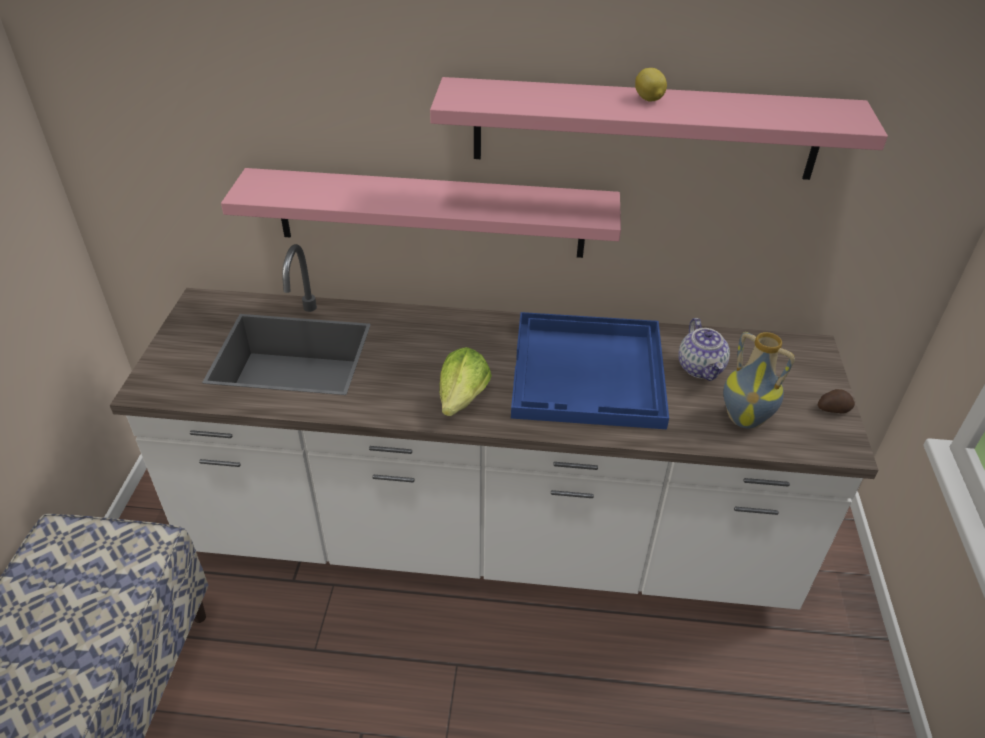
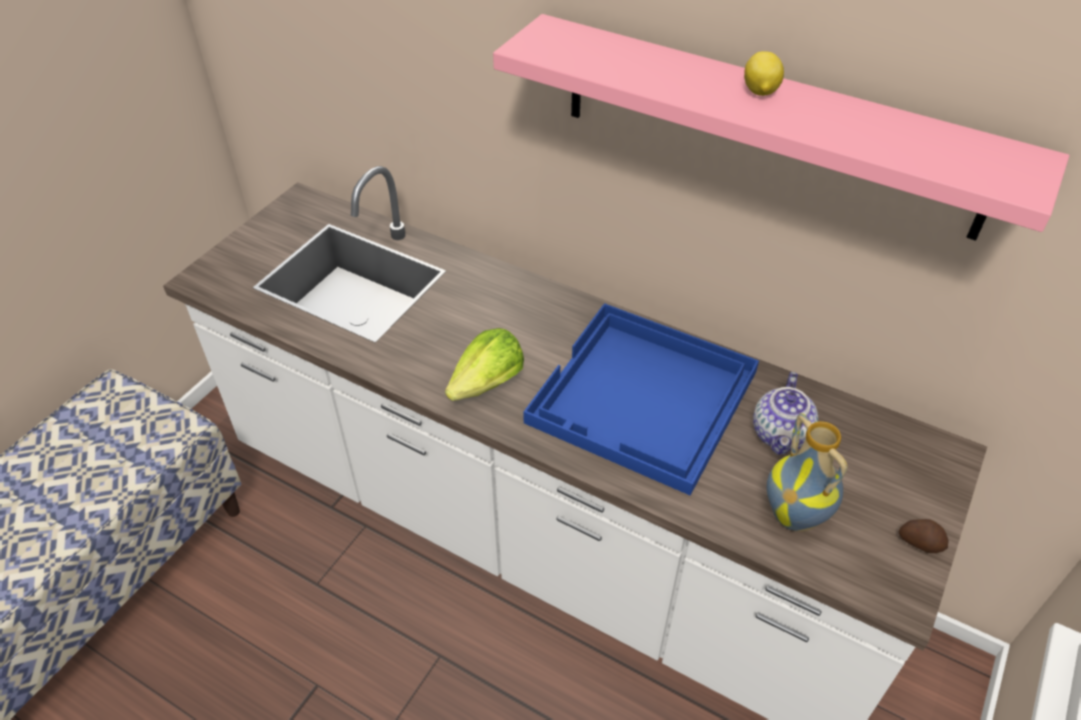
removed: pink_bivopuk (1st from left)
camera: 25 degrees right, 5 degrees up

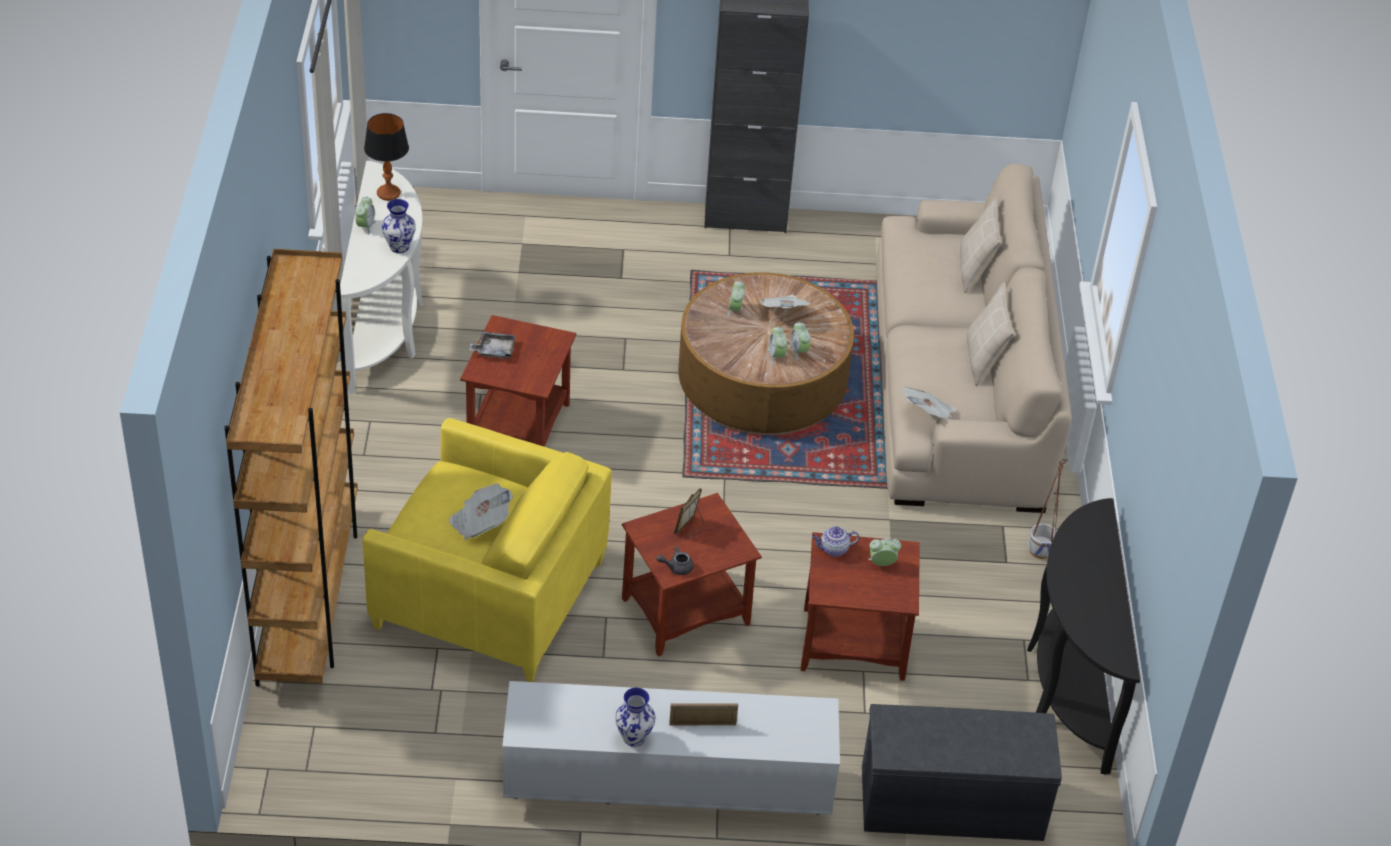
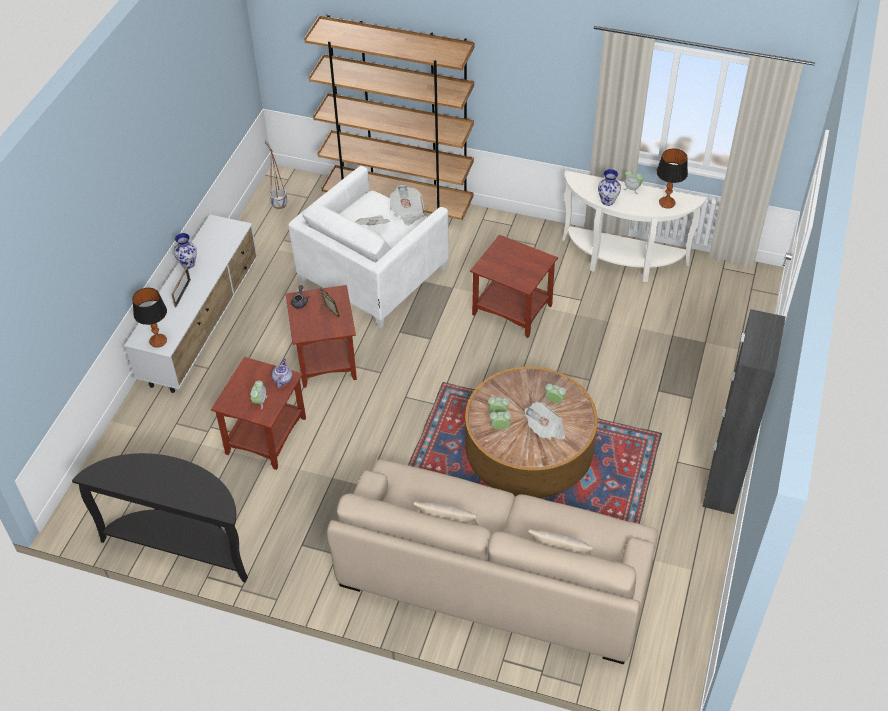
removed: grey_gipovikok; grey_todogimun
added: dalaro (1st from left)
moved: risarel; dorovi (3rd from left in the first image) to dorovi (2nd from left)
recoloured: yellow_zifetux to white_zifetux
camera: 110 degrees right, 5 degrees up

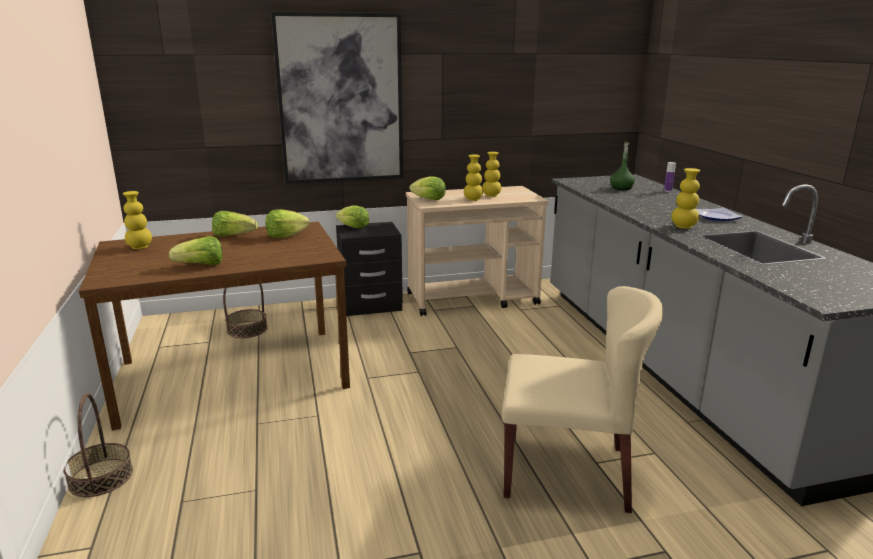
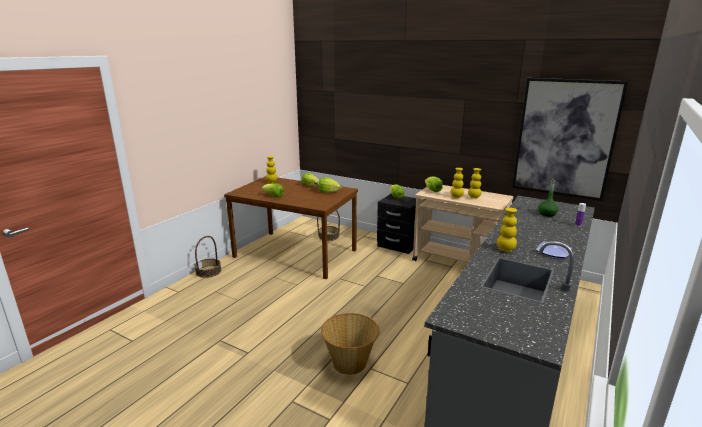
moved: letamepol
replaced: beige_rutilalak to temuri (3rd from left)
camera: 45 degrees right, 0 degrees up

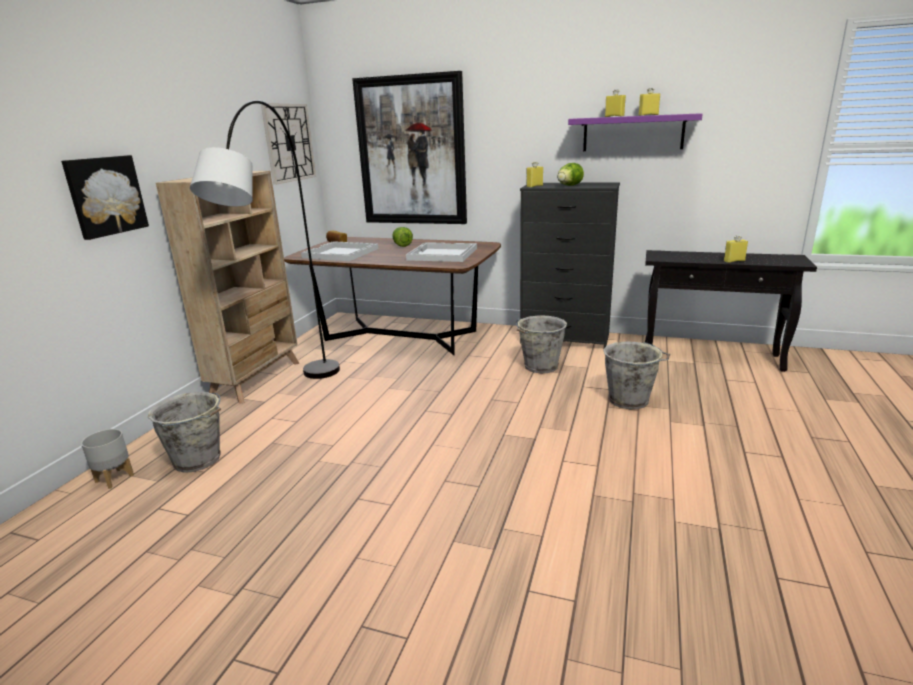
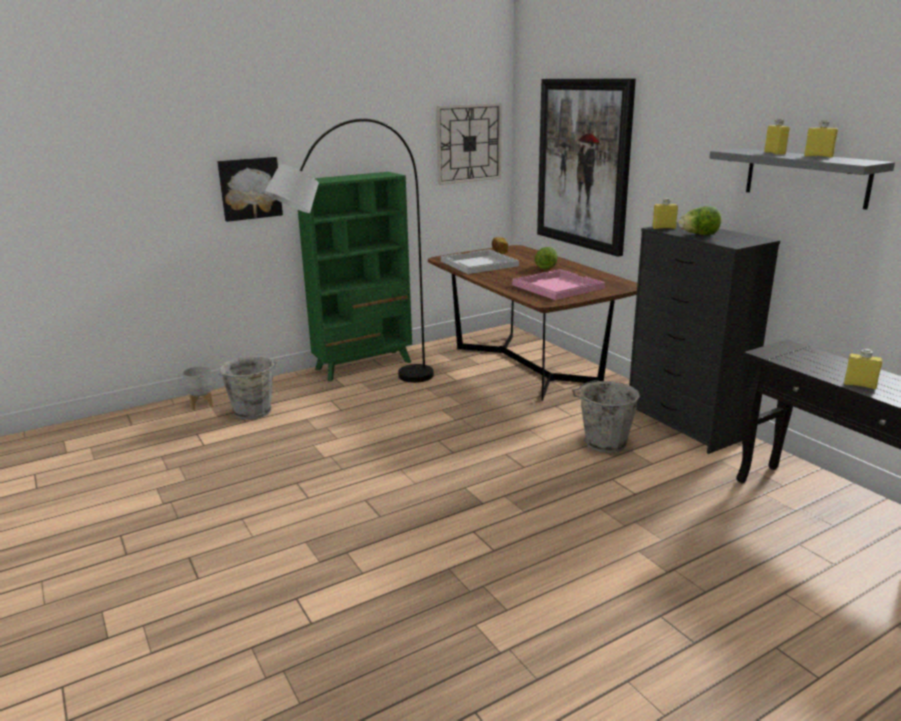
removed: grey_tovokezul (3rd from left)
recoloured: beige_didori to green_didori; white_gipovikok (2nd from left) to pink_gipovikok; purple_bivopuk to grey_bivopuk
camera: 40 degrees right, 0 degrees up

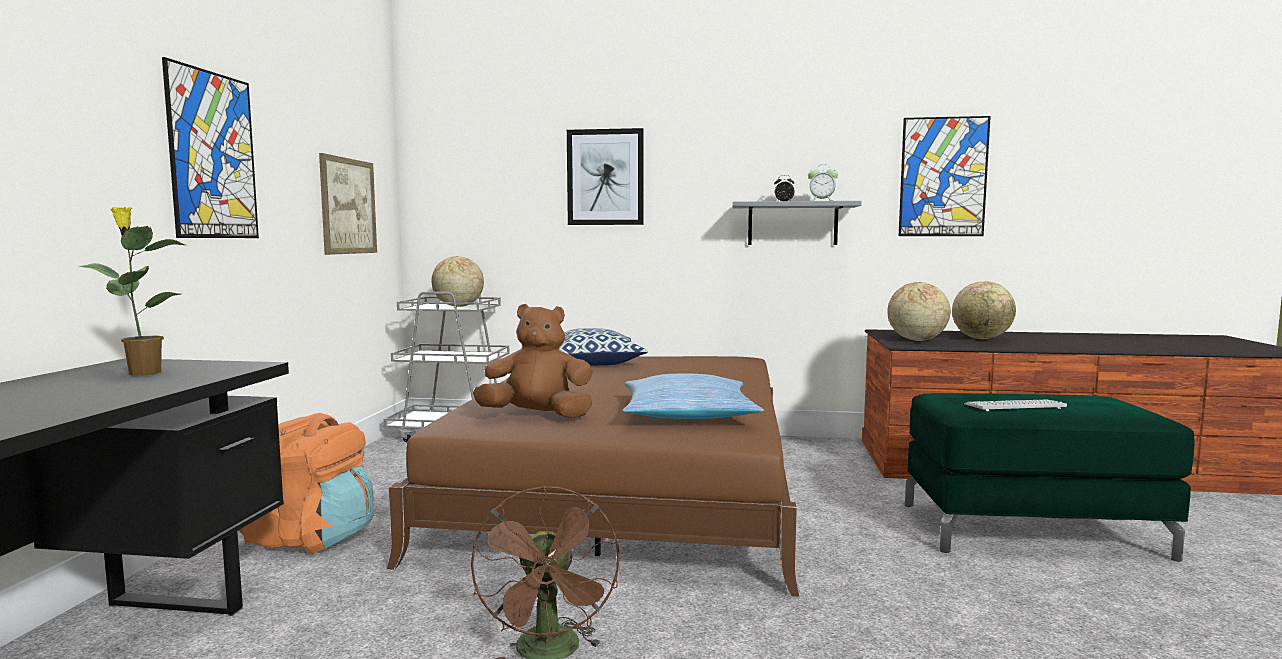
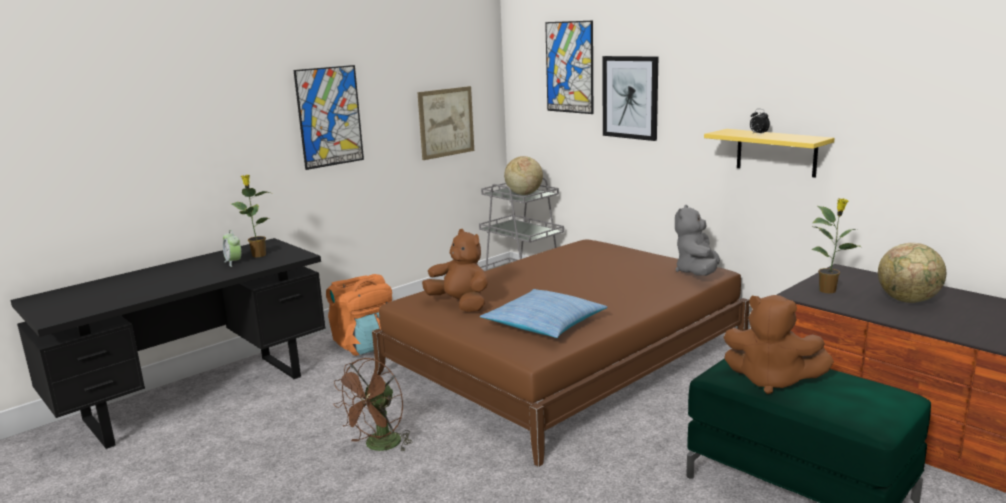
removed: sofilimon (1st from left)
added: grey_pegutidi
moved: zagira (2nd from left in the first image) to zagira (1st from left); letamepol (4th from left in the first image) to letamepol (3rd from left)
replaced: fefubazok to brown_pegutidi (2nd from left); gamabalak (2nd from left) to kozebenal (2nd from left)
recoloured: grey_bivopuk to yellow_bivopuk
camera: 40 degrees right, 10 degrees up

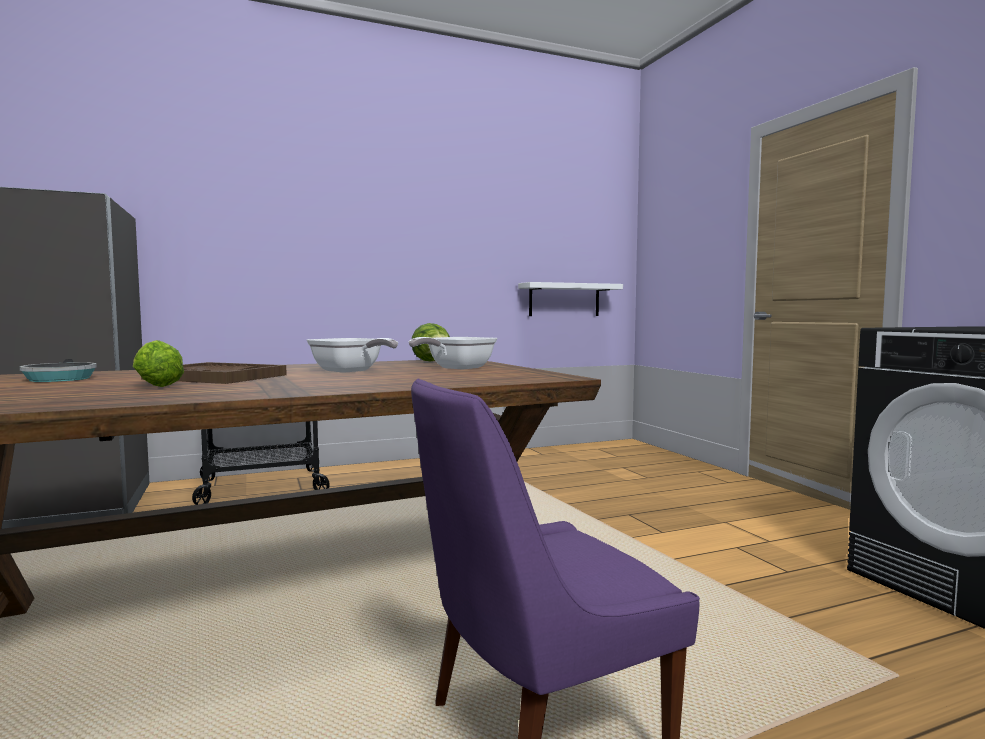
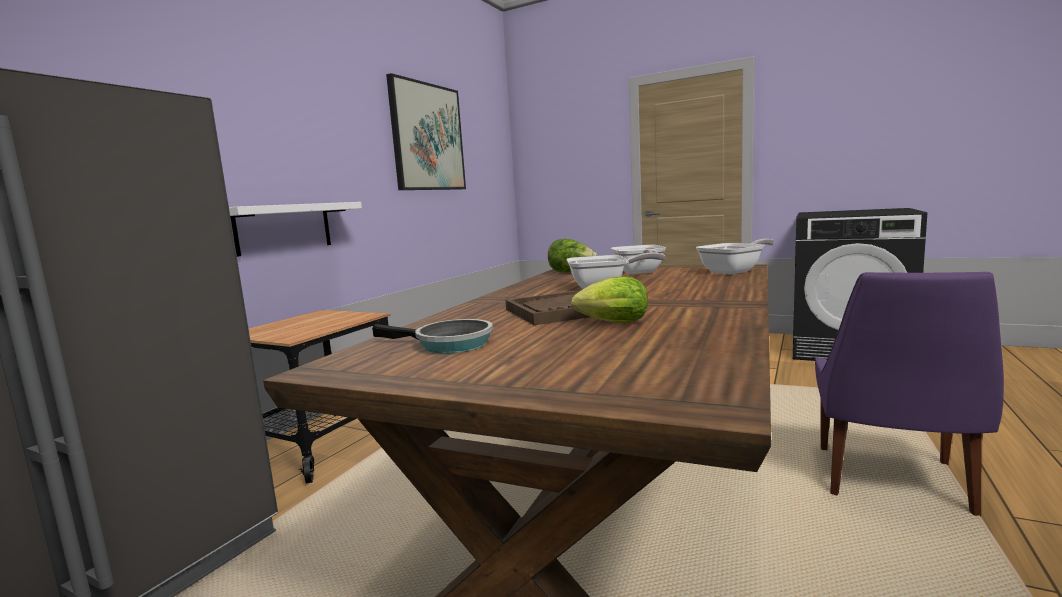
added: letamepol; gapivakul (4th from left)
moved: white_bivopuk
camera: 40 degrees left, 5 degrees up

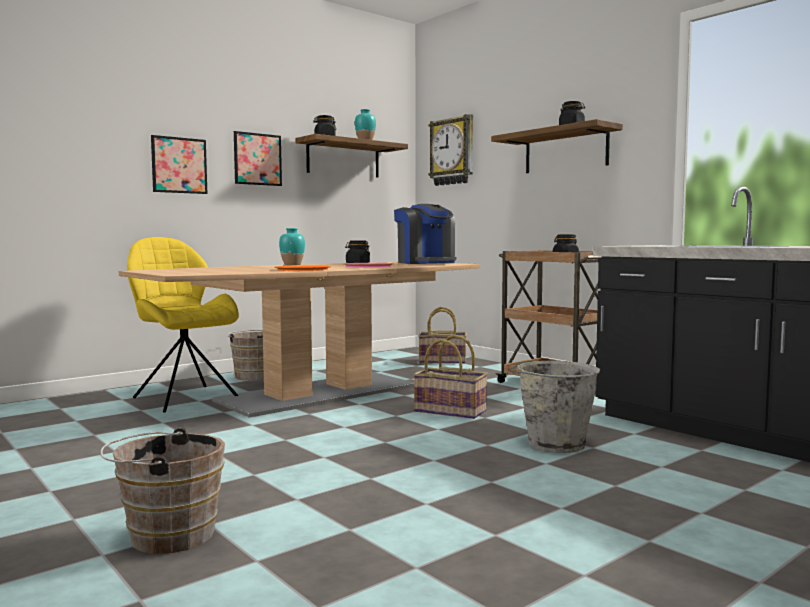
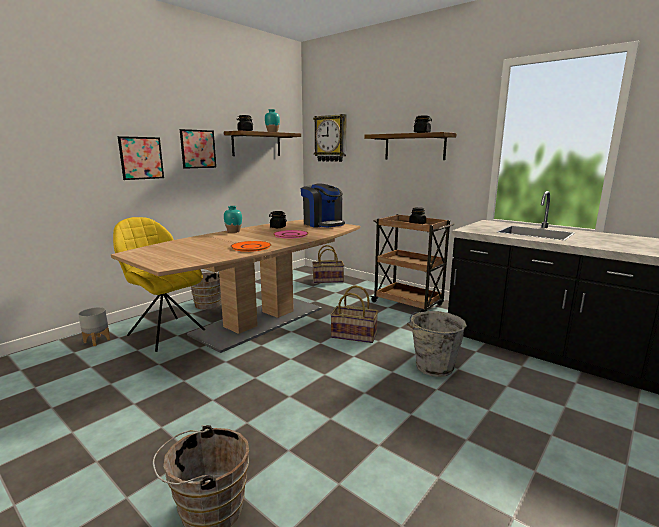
added: grey_risarel
camera: 10 degrees left, 10 degrees up

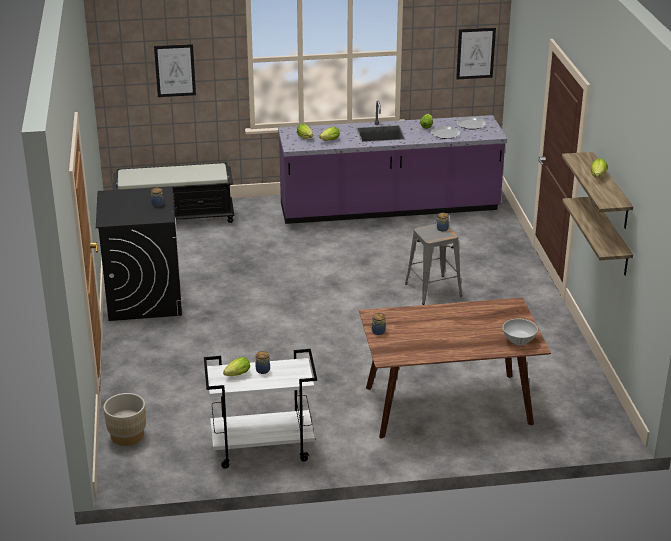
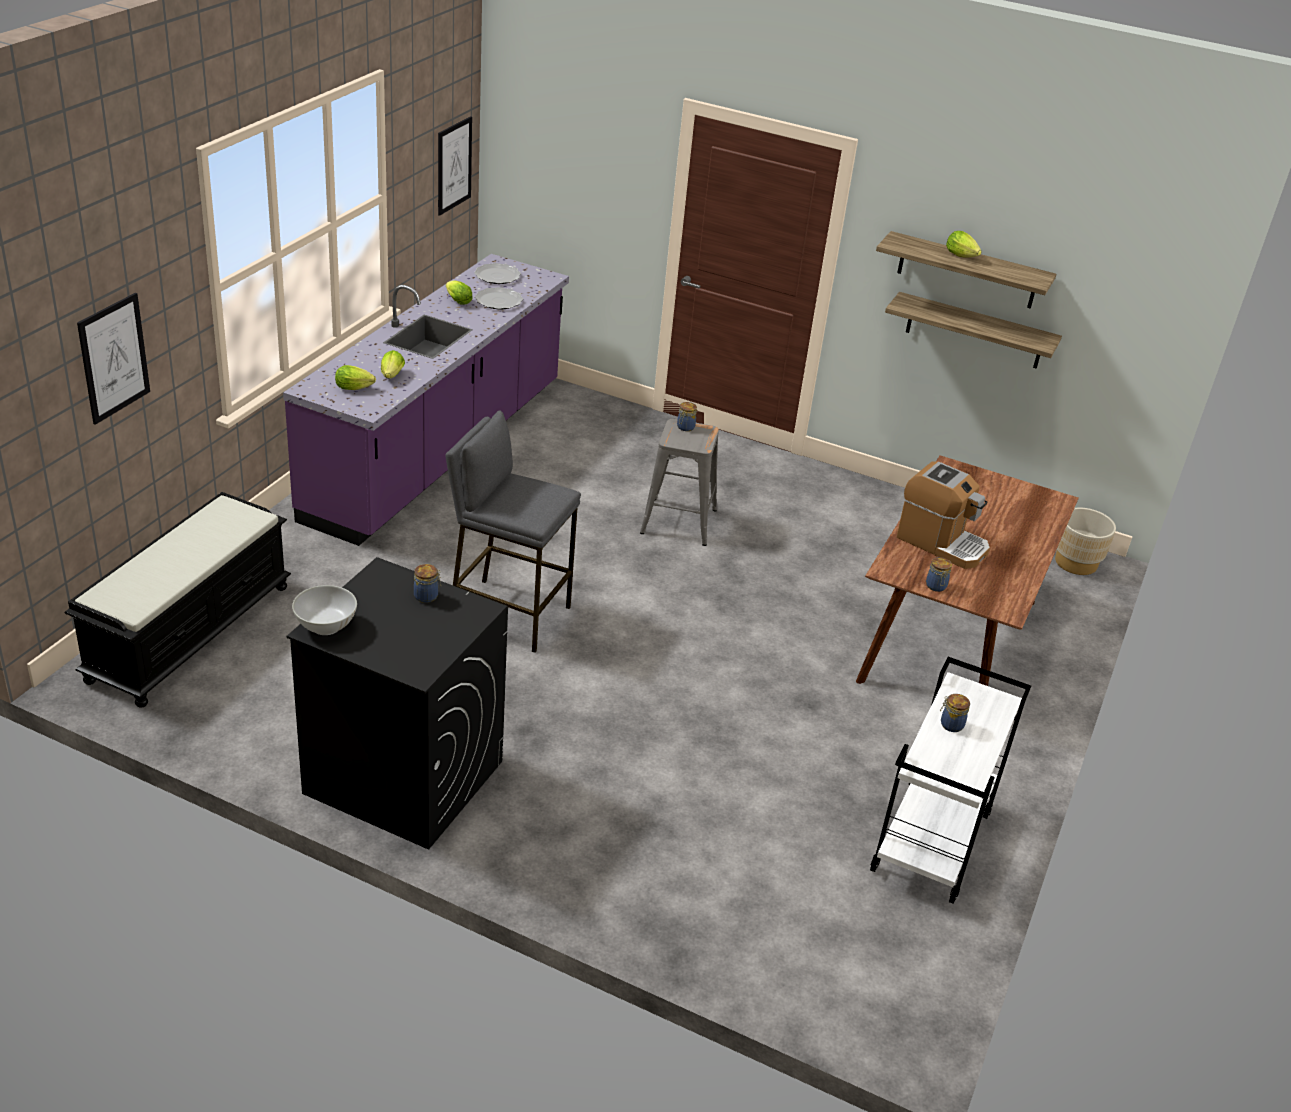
removed: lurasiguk (1st from left)
added: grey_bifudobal (1st from left); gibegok
moved: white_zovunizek; beige_risarel
camera: 60 degrees left, 5 degrees up

